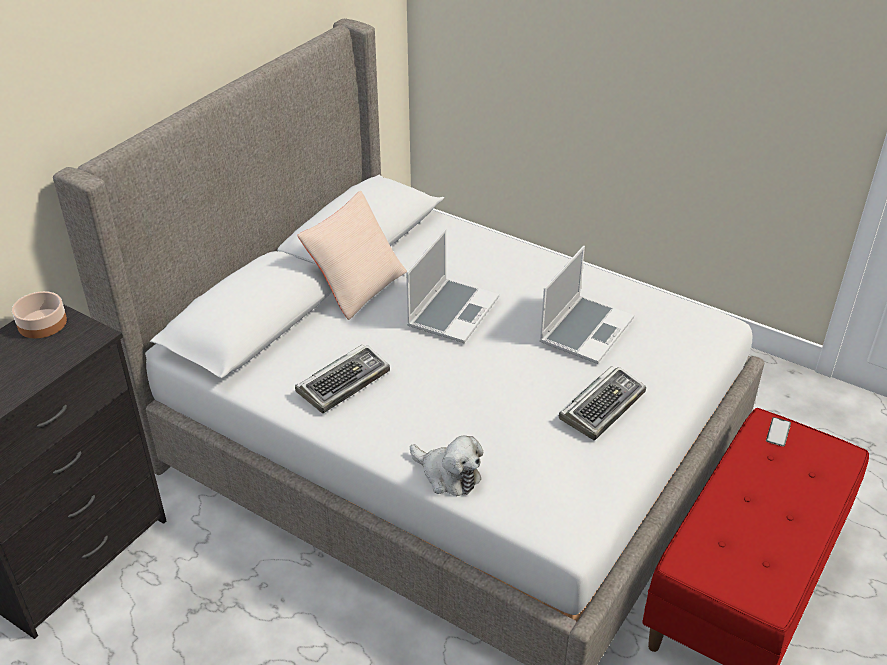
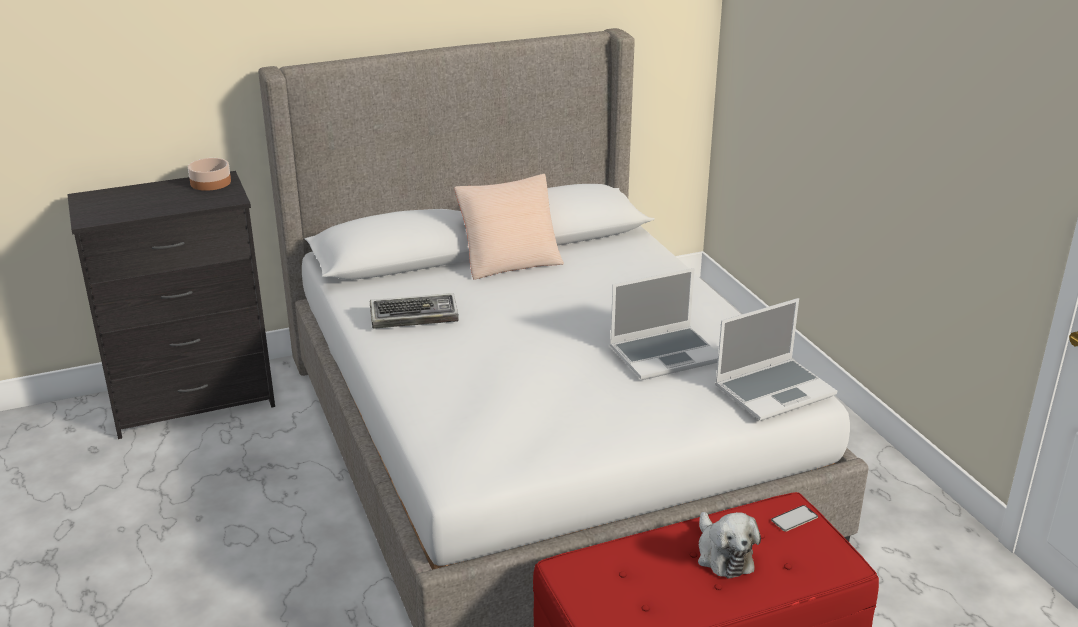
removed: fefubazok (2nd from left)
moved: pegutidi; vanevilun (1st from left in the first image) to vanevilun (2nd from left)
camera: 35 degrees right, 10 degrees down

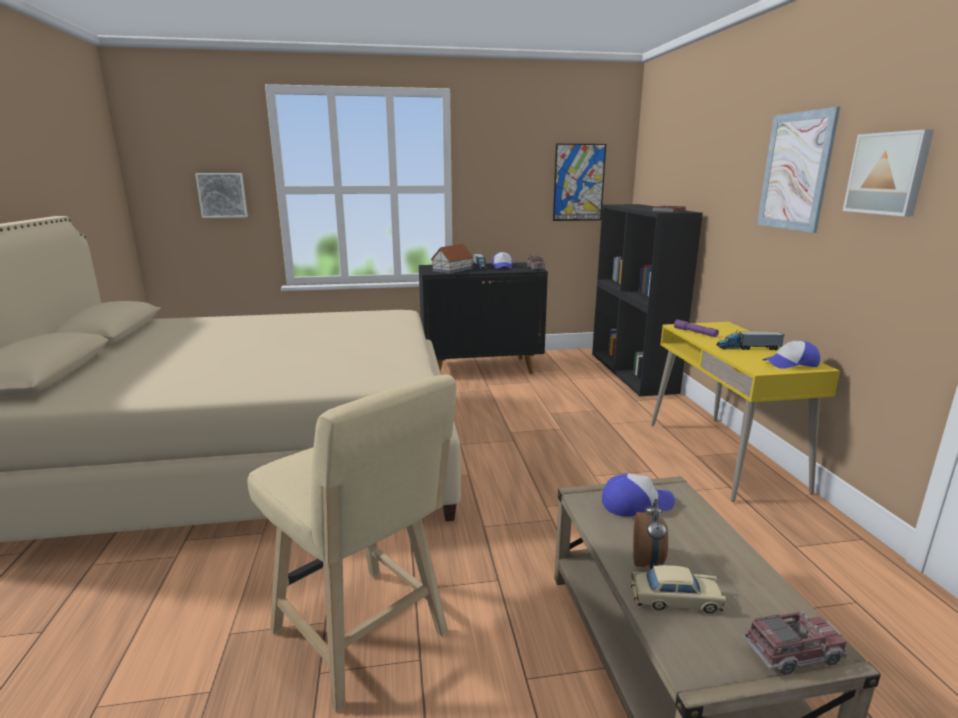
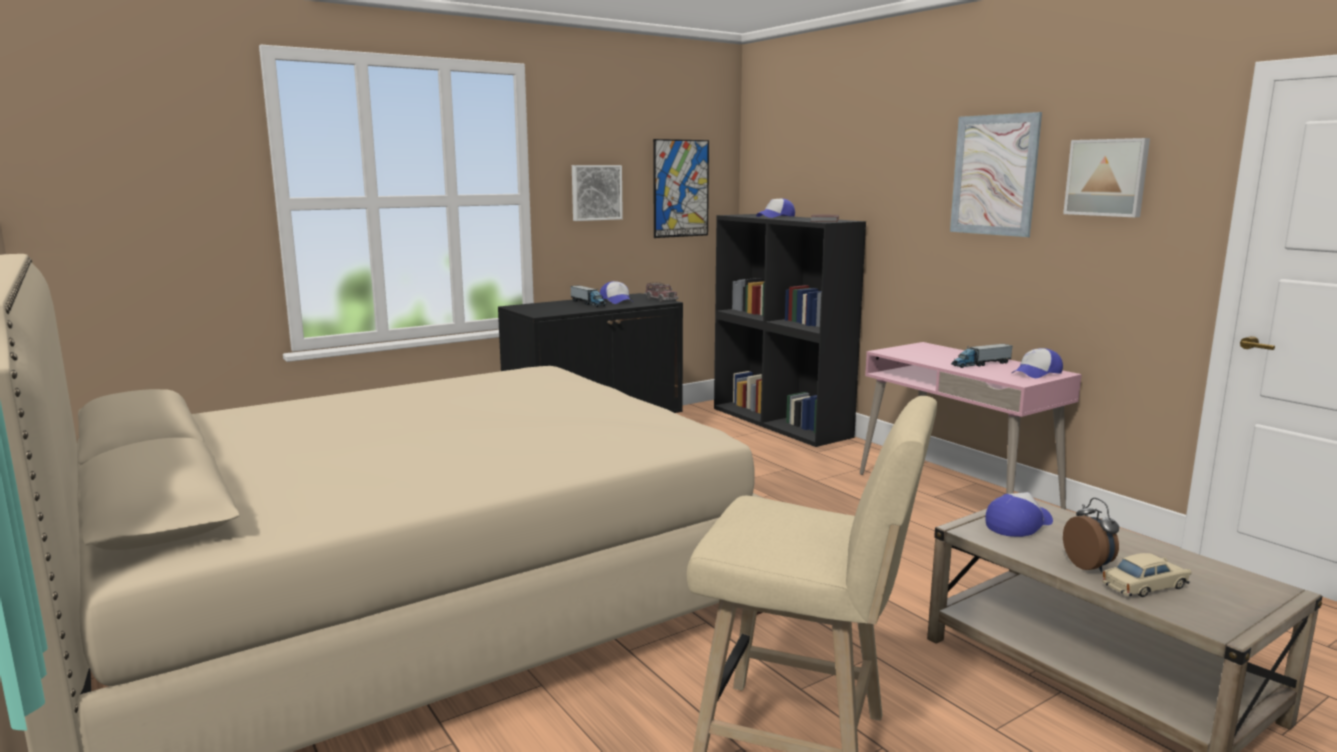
removed: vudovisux; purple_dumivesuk; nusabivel (4th from left)
added: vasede (2nd from left)
moved: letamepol (1st from left)
recoloured: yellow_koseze to pink_koseze
camera: 25 degrees left, 5 degrees down

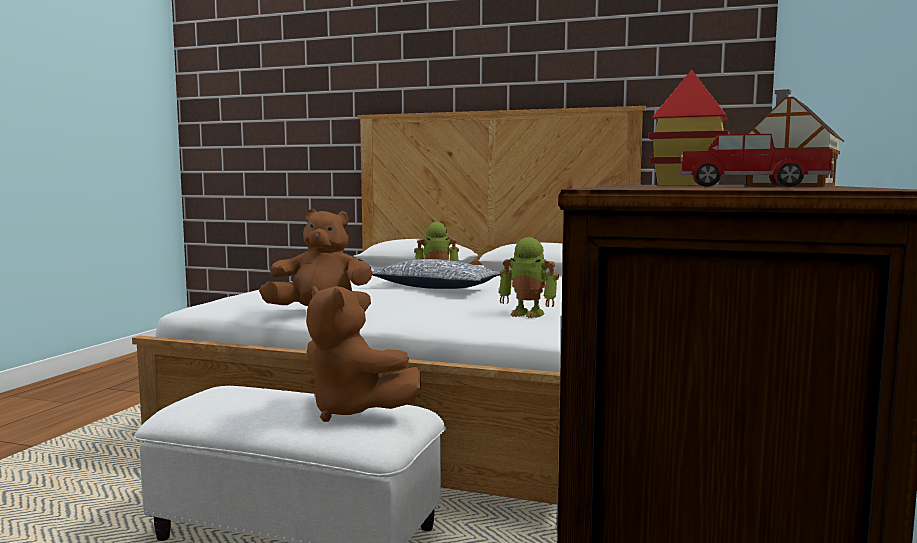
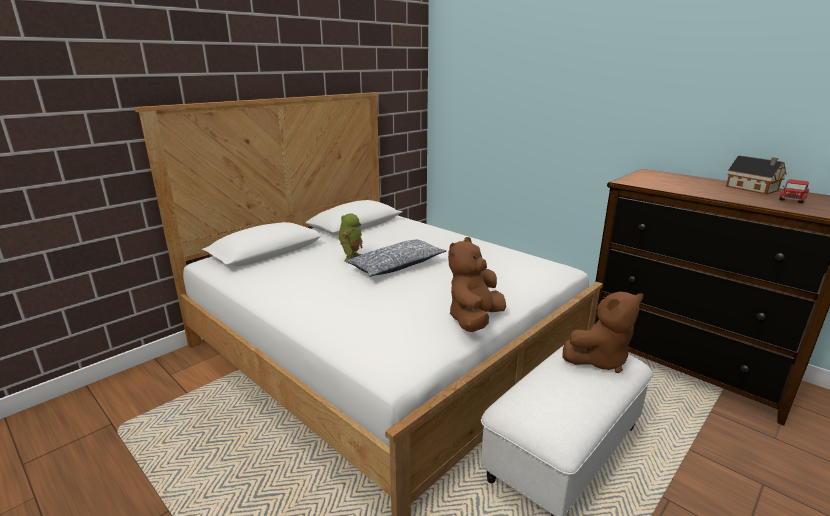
removed: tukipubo (2nd from left); vudovisux (1st from left)
camera: 65 degrees left, 15 degrees up

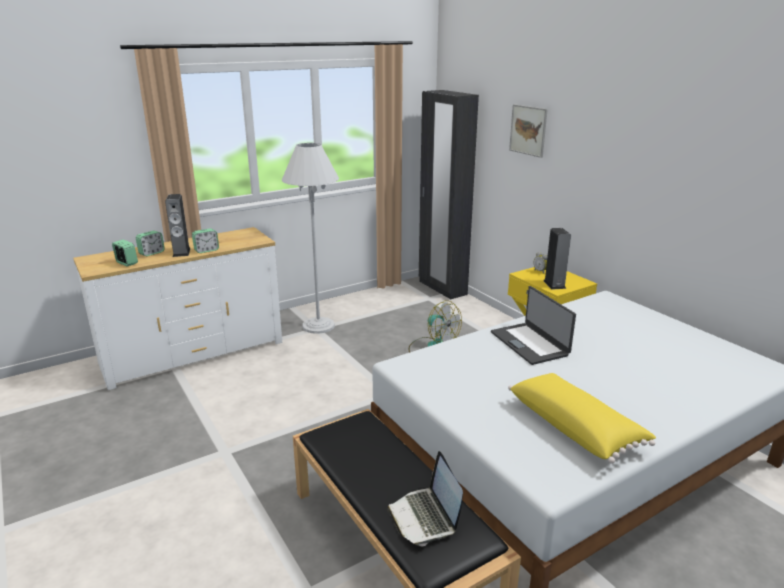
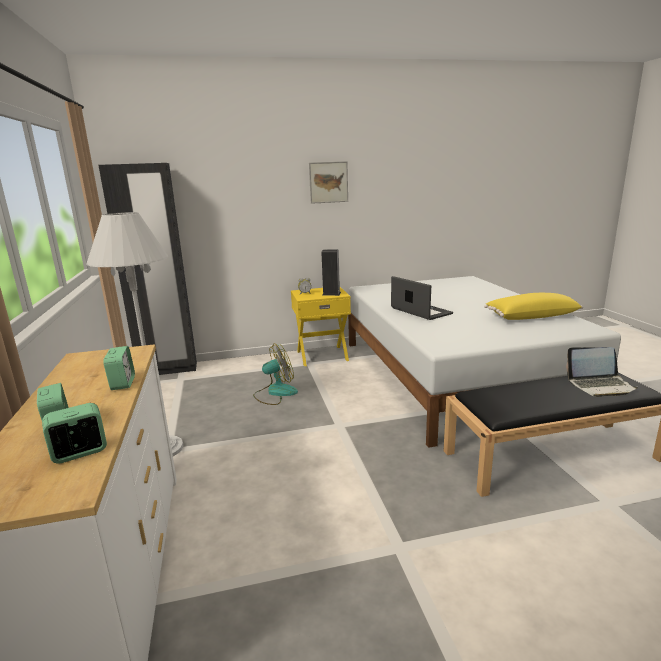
removed: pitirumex (1st from left)
moved: letamepol
turned: vanevilun (2nd from left in the first image) 120 degrees counterclockwise
camera: 70 degrees left, 5 degrees down

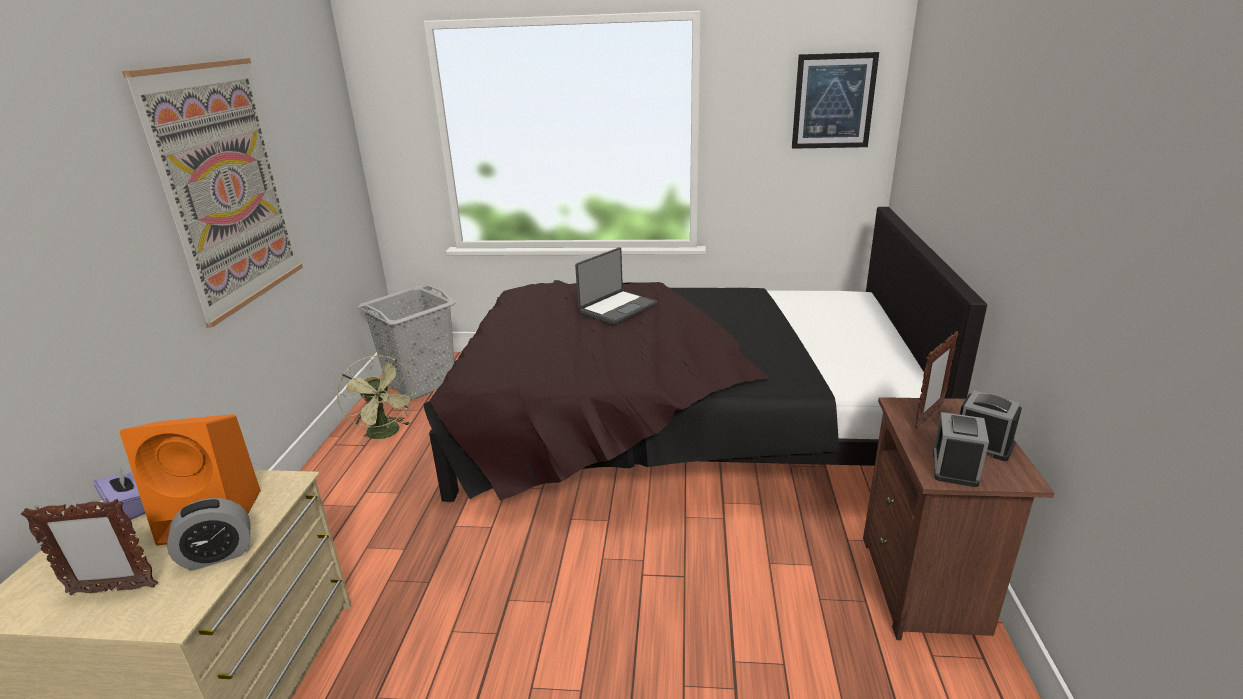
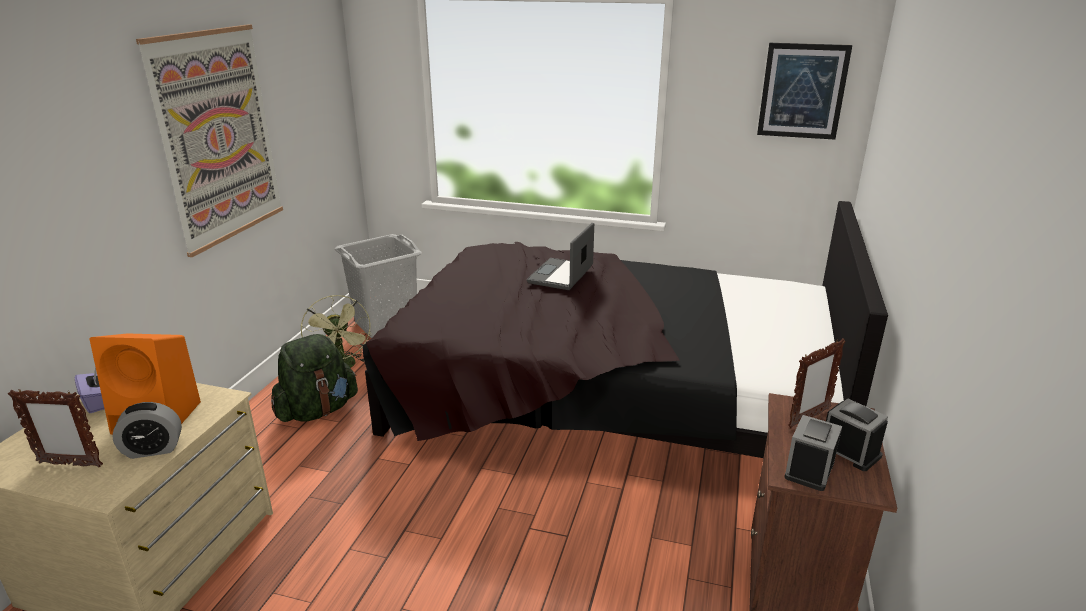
added: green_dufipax
turned: vanevilun 150 degrees clockwise
camera: 10 degrees right, 0 degrees up

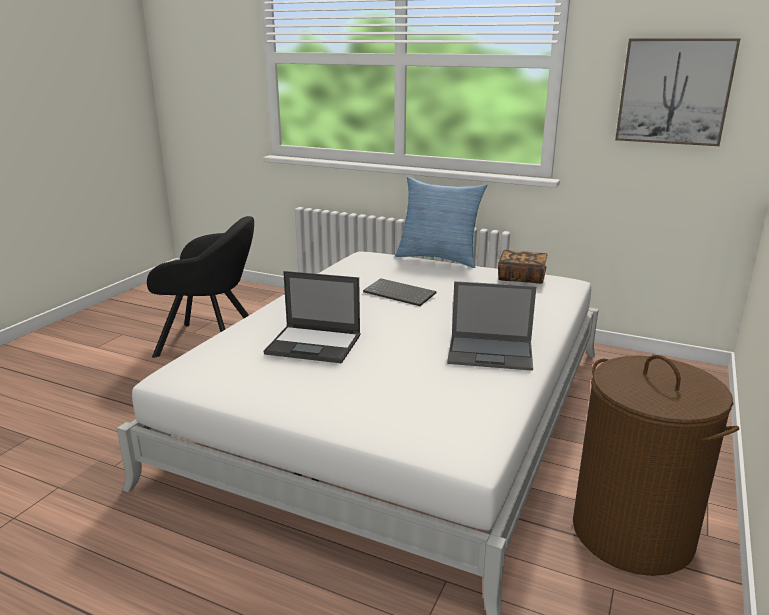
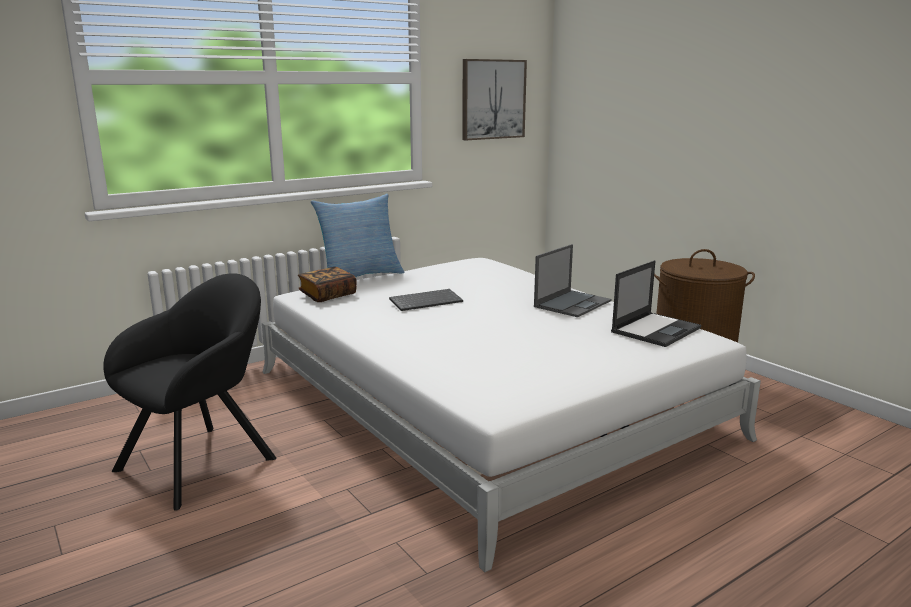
moved: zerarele; vanevilun (1st from left in the first image) to vanevilun (2nd from left)
camera: 60 degrees left, 5 degrees down

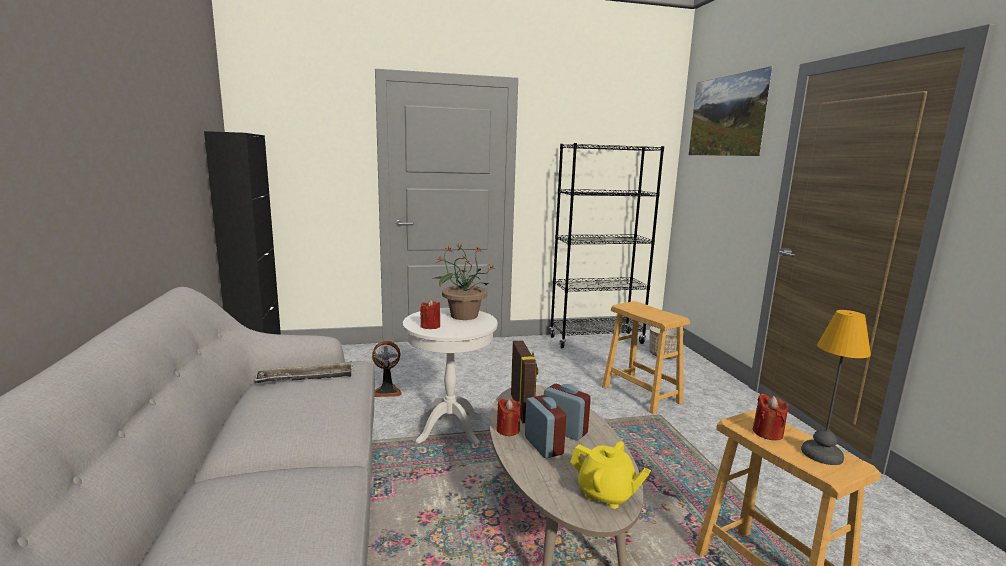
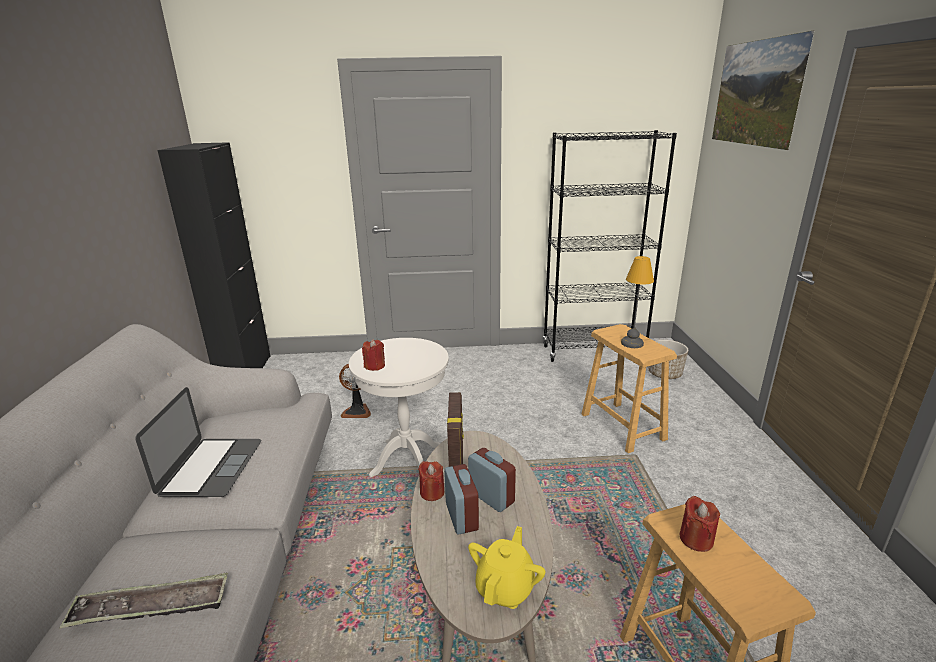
removed: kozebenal
added: vanevilun
moved: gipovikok; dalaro
turned: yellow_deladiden 105 degrees counterclockwise
camera: 10 degrees right, 10 degrees up

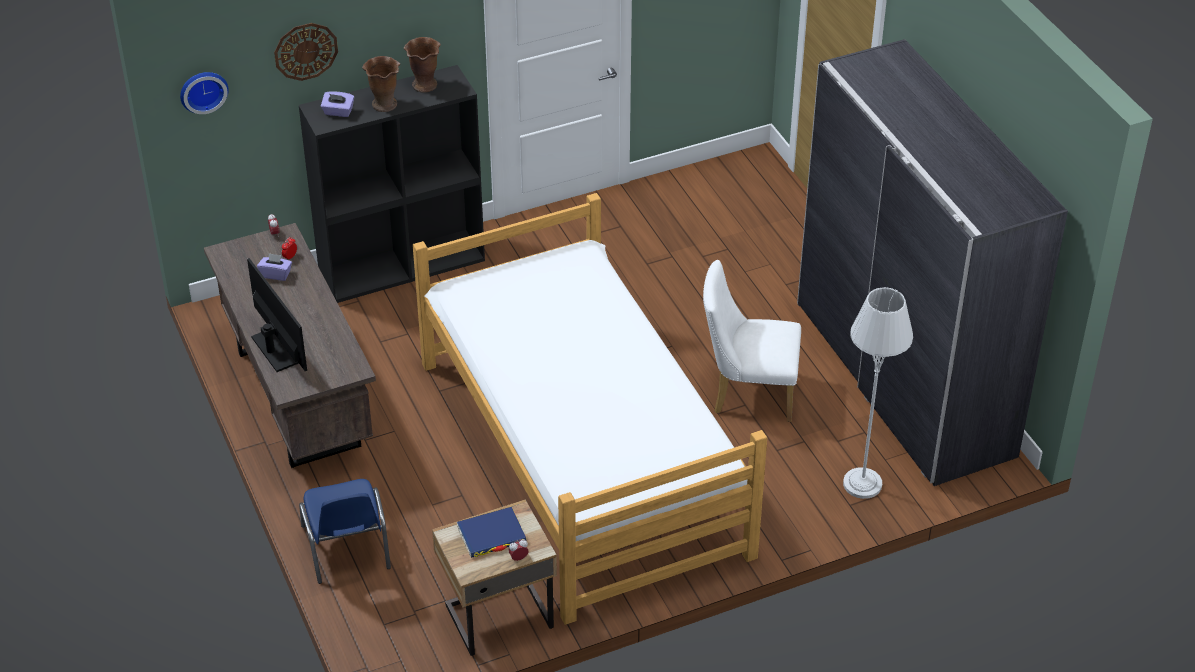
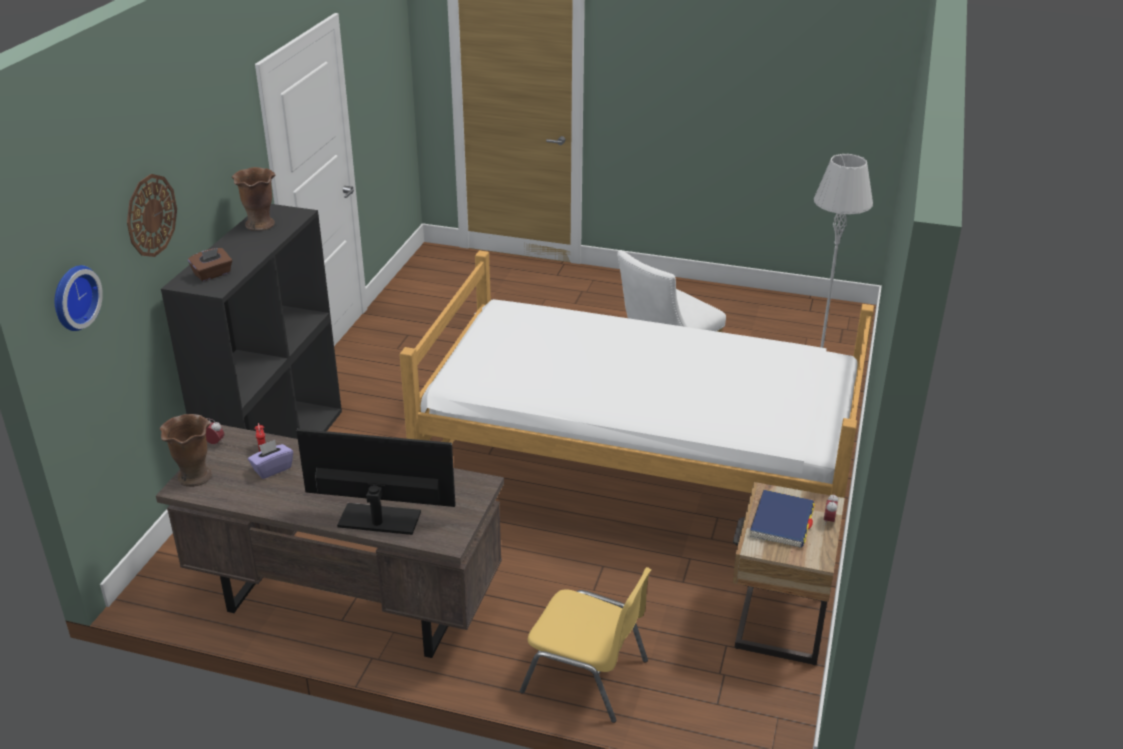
removed: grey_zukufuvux
moved: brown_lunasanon (1st from left)
recoloured: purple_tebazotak (2nd from left) to brown_tebazotak; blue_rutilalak to yellow_rutilalak
camera: 50 degrees left, 10 degrees down

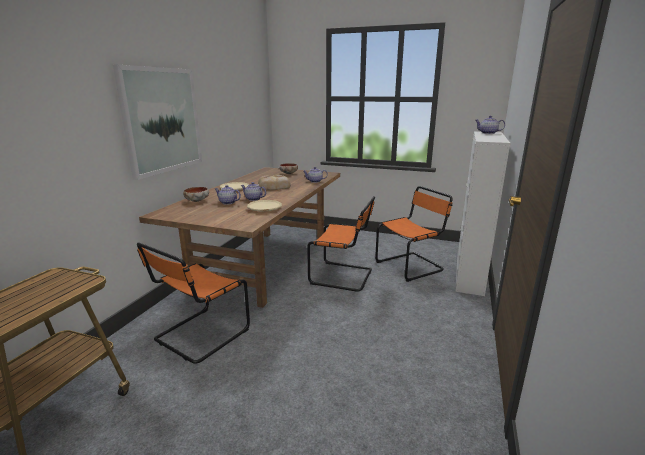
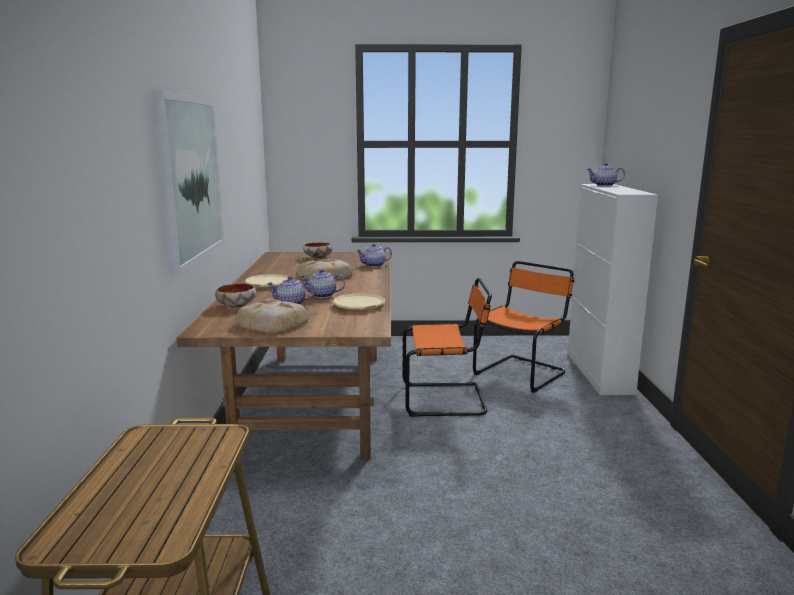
removed: orange_rutilalak (1st from left)
added: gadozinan (1st from left)
camera: 20 degrees left, 5 degrees down

